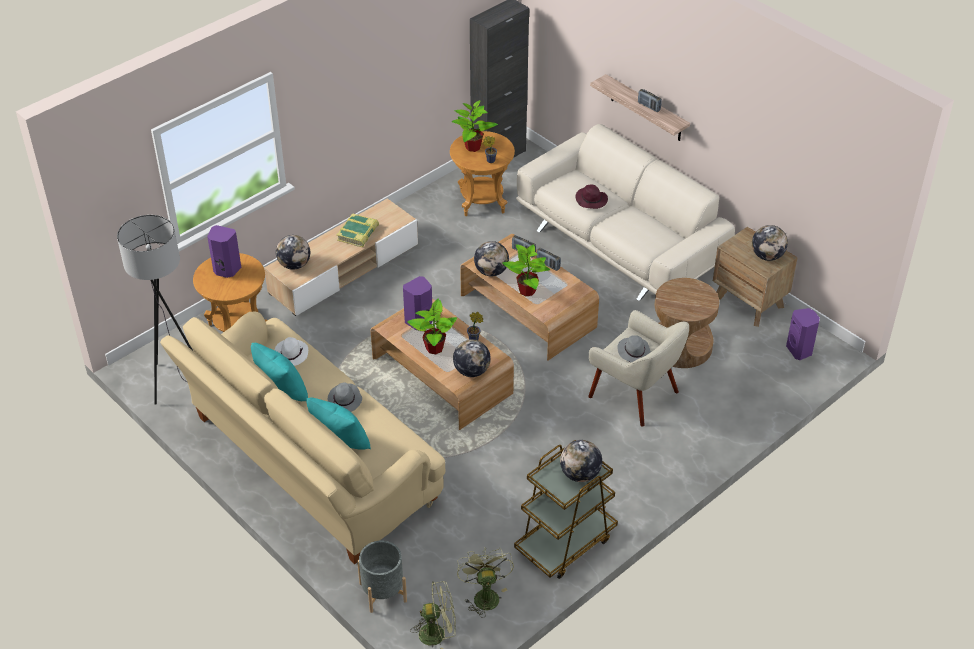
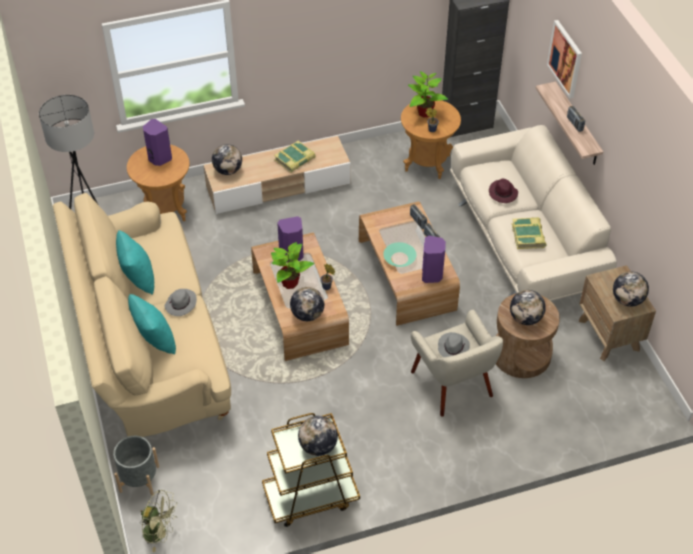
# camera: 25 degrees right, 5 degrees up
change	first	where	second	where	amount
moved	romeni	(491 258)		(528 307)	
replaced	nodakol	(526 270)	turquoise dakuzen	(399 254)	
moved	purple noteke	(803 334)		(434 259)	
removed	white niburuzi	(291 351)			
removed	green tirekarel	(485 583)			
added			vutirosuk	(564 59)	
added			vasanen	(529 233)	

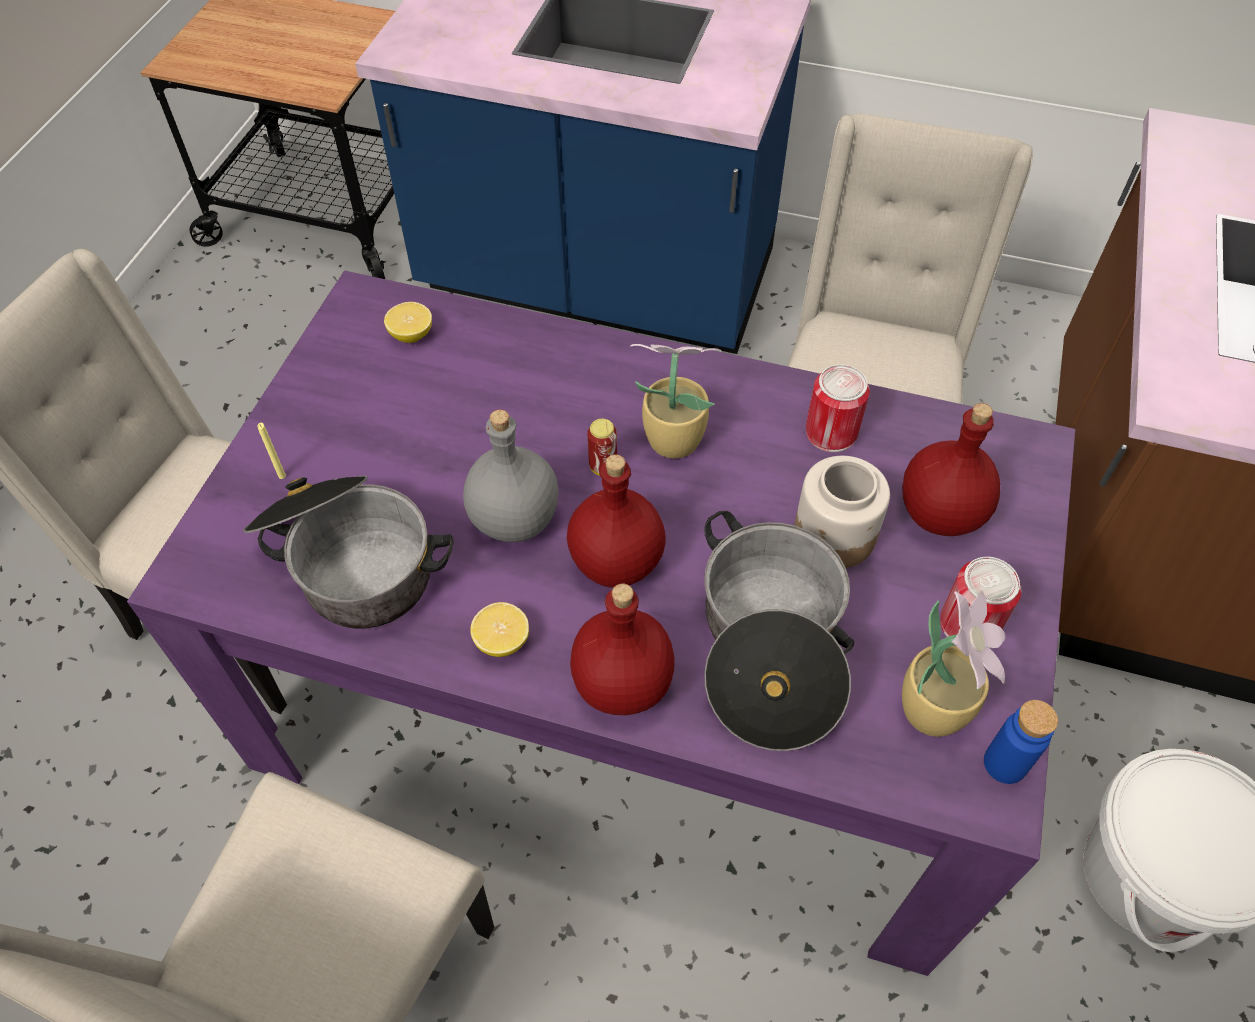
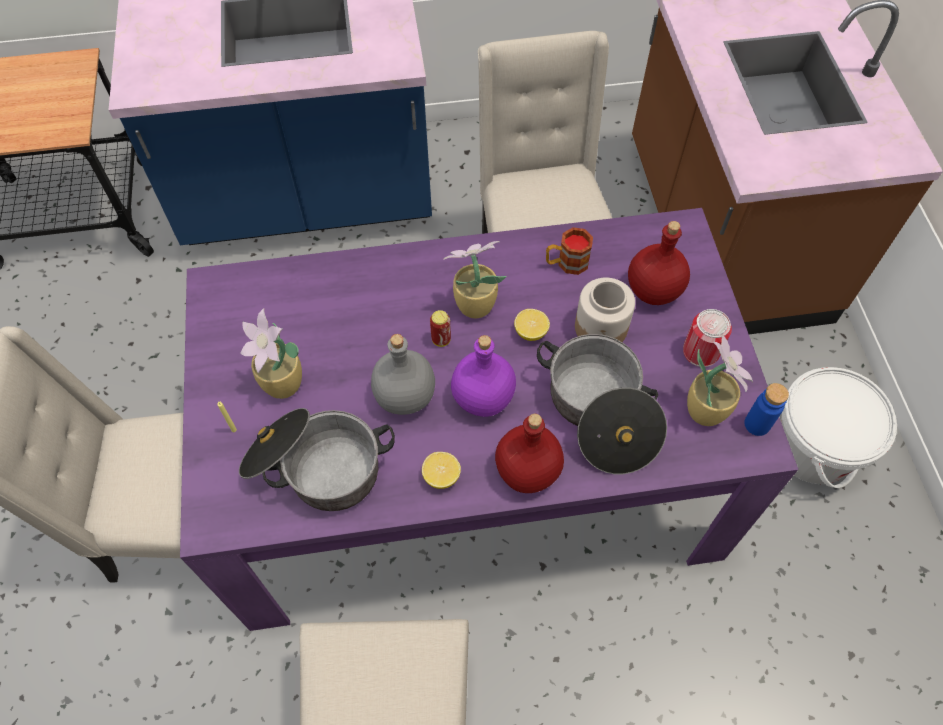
# camera: 25 degrees left, 5 degrees up
change	first	where	second	where	amount
moved	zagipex	(408 322)		(532 325)	
replaced	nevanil	(838 408)	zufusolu	(569 251)	
recoloured	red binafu	(616 521)	purple binafu	(483 376)	
added			nodakol	(271 353)	

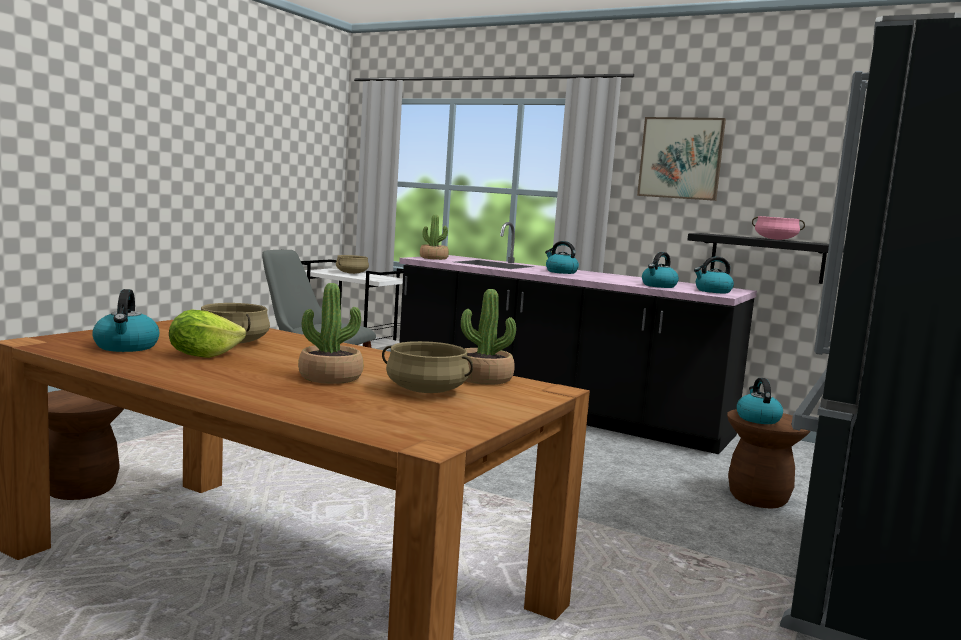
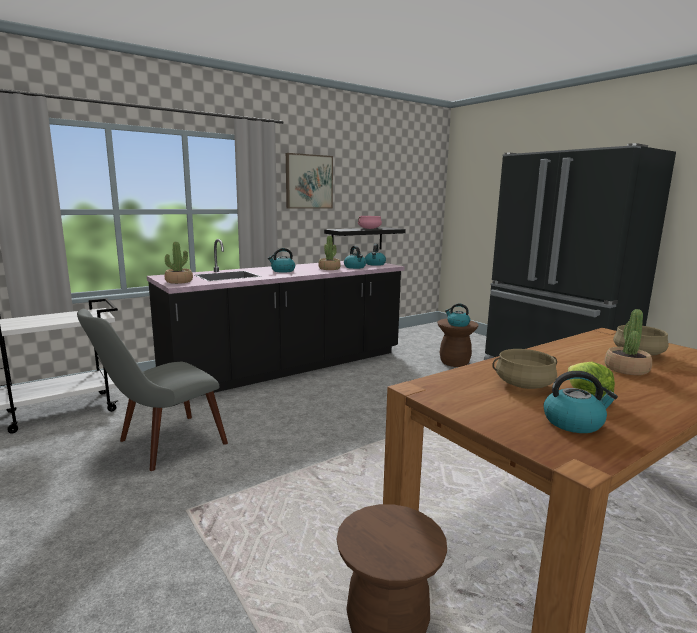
# camera: 65 degrees left, 5 degrees up
change	first	where	second	where	amount
removed	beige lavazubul	(352 264)			
moved	nodakol	(488 337)		(329 252)	

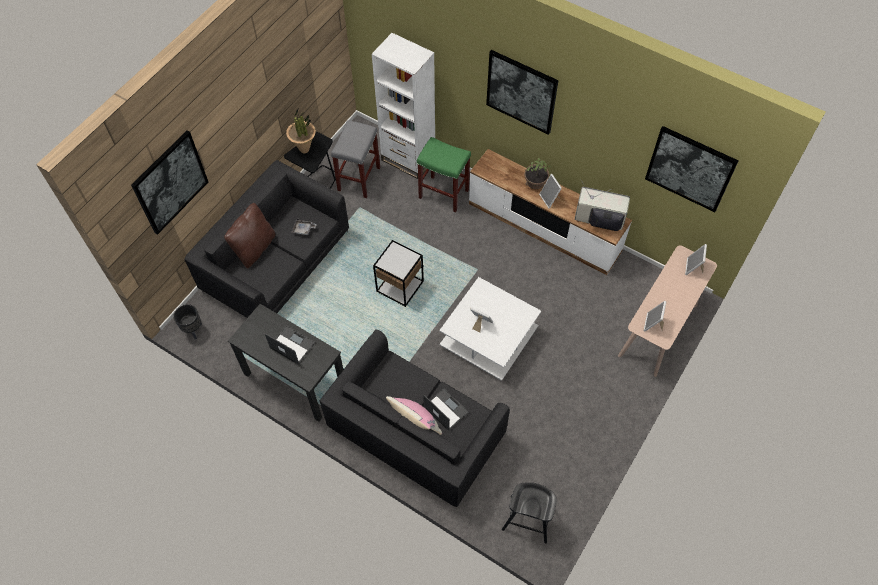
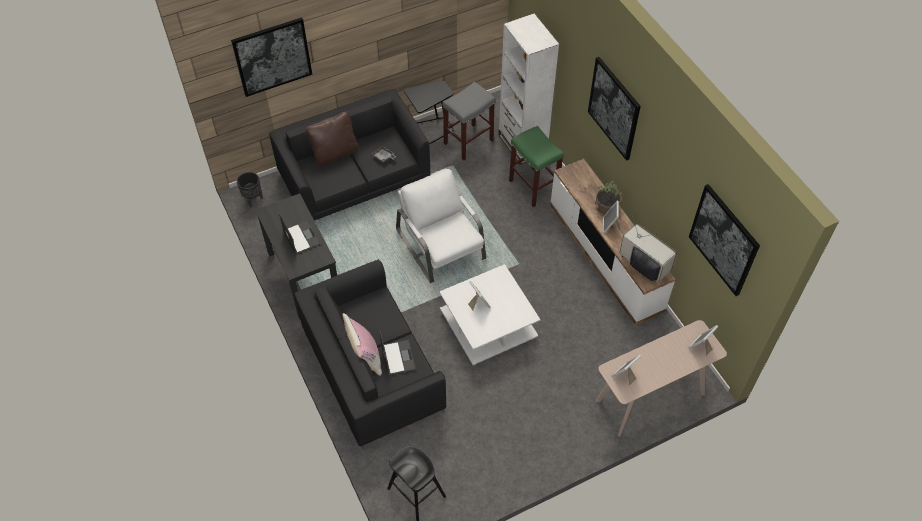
# camera: 30 degrees right, 5 degrees down
change	first	where	second	where	amount
removed	nodakol	(301 130)			
replaced	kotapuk	(398 273)	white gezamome	(441 226)	

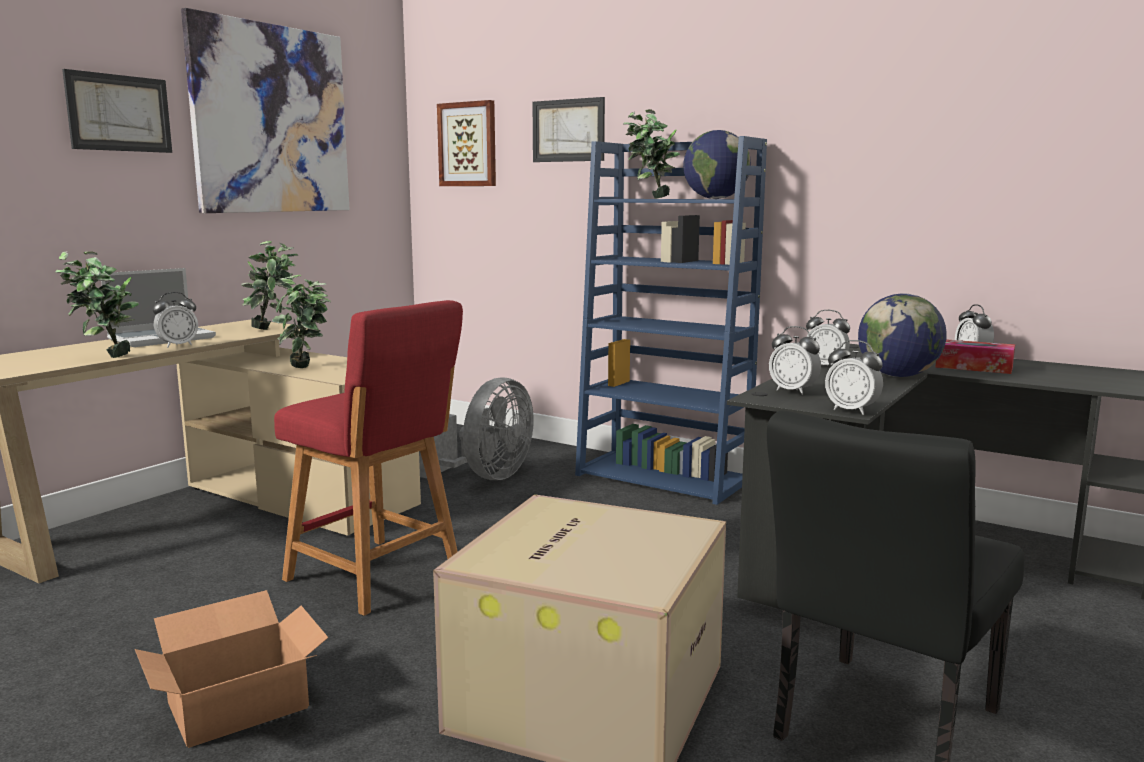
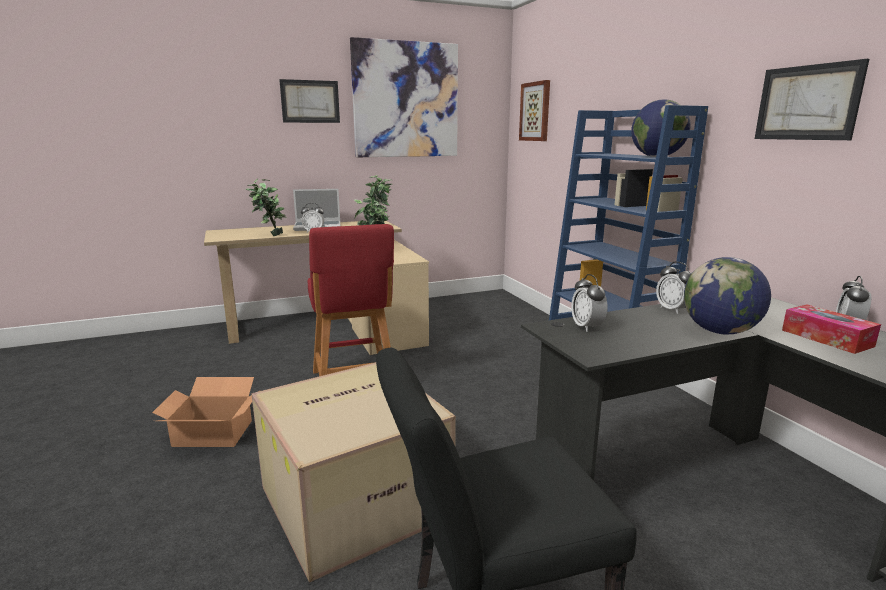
# camera: 35 degrees right, 5 degrees up
change	first	where	second	where	amount
moved	vutirosuk	(569 129)		(812 99)	
removed	nodakol	(652 154)			
removed	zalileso	(854 377)			
removed	grey tirekarel	(476 428)			

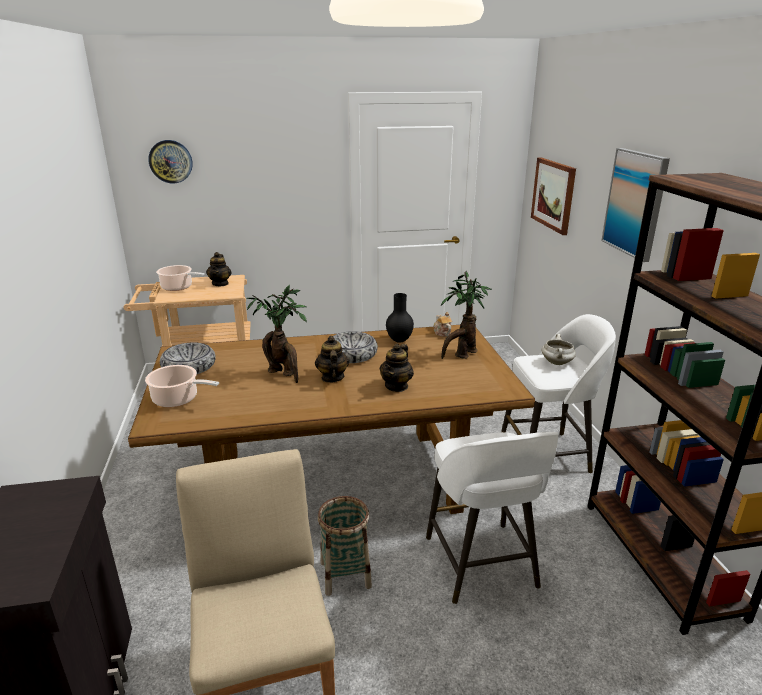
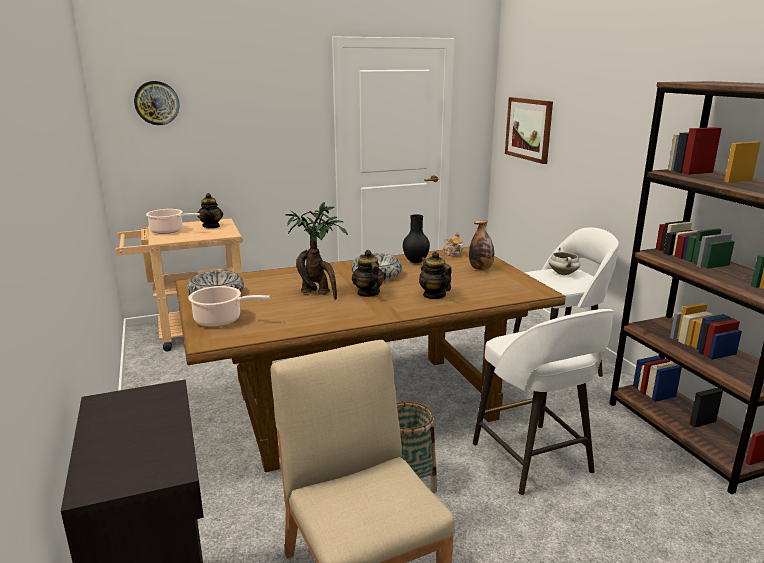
# camera: 10 degrees left, 5 degrees down
change	first	where	second	where	amount
removed	vutirosuk	(635 205)			
replaced	nodakol	(466 315)	binafu	(481 245)	
turned	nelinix	(397 368)		(435 275)	135 degrees clockwise

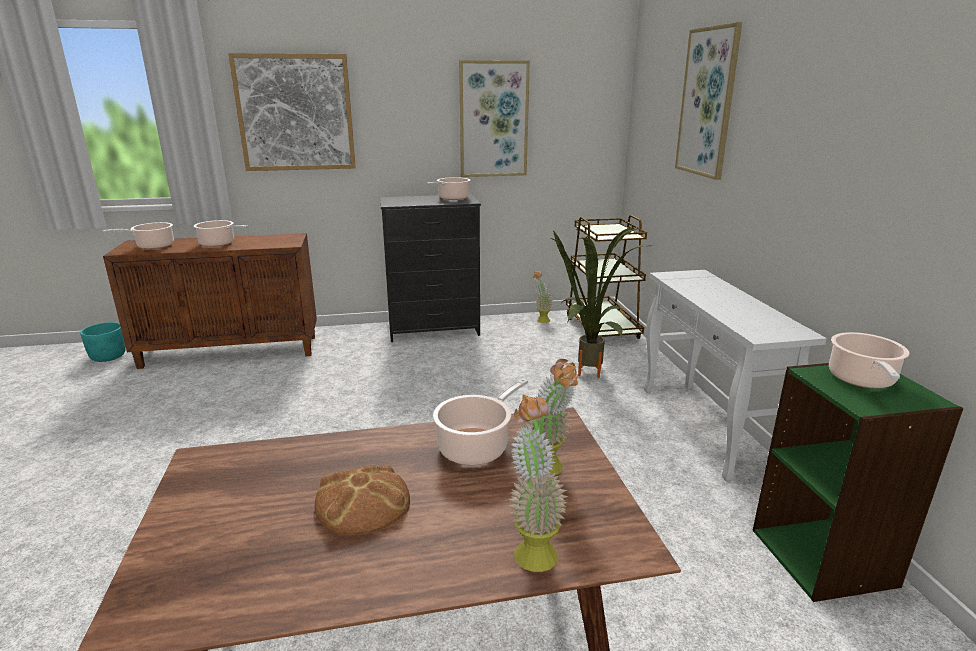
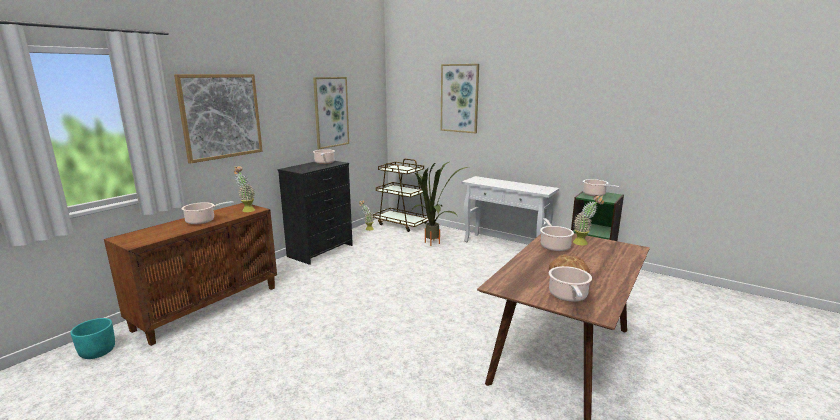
# camera: 45 degrees left, 5 degrees down
change	first	where	second	where	amount
moved	lavazubul	(138 235)		(570 284)	
moved	nodakol	(538 483)		(244 189)	

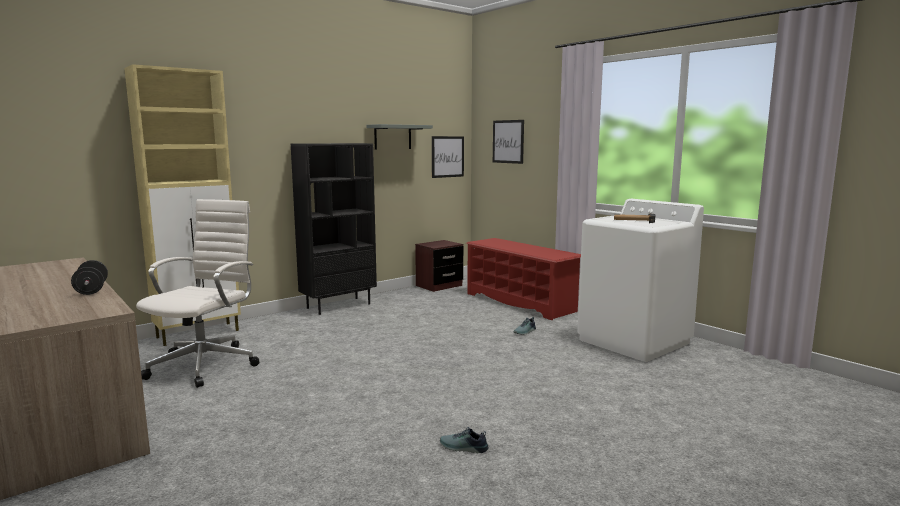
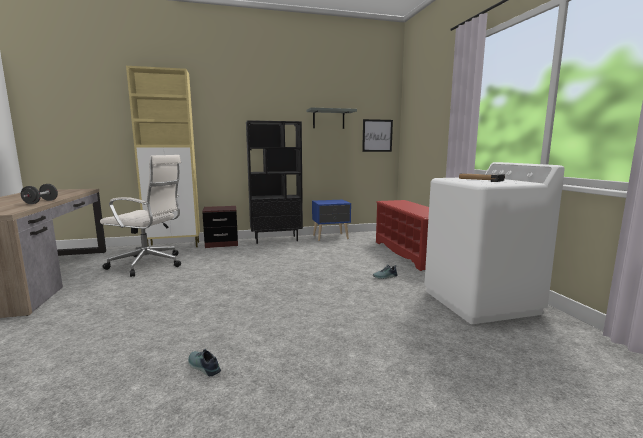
# camera: 25 degrees right, 0 degrees up
change	first	where	second	where	amount
removed	vutirosuk	(508 142)			
turned	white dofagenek	(197 293)		(140 216)	60 degrees clockwise
moved	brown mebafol	(439 266)		(220 227)	
added			blue mebafol	(331 220)	

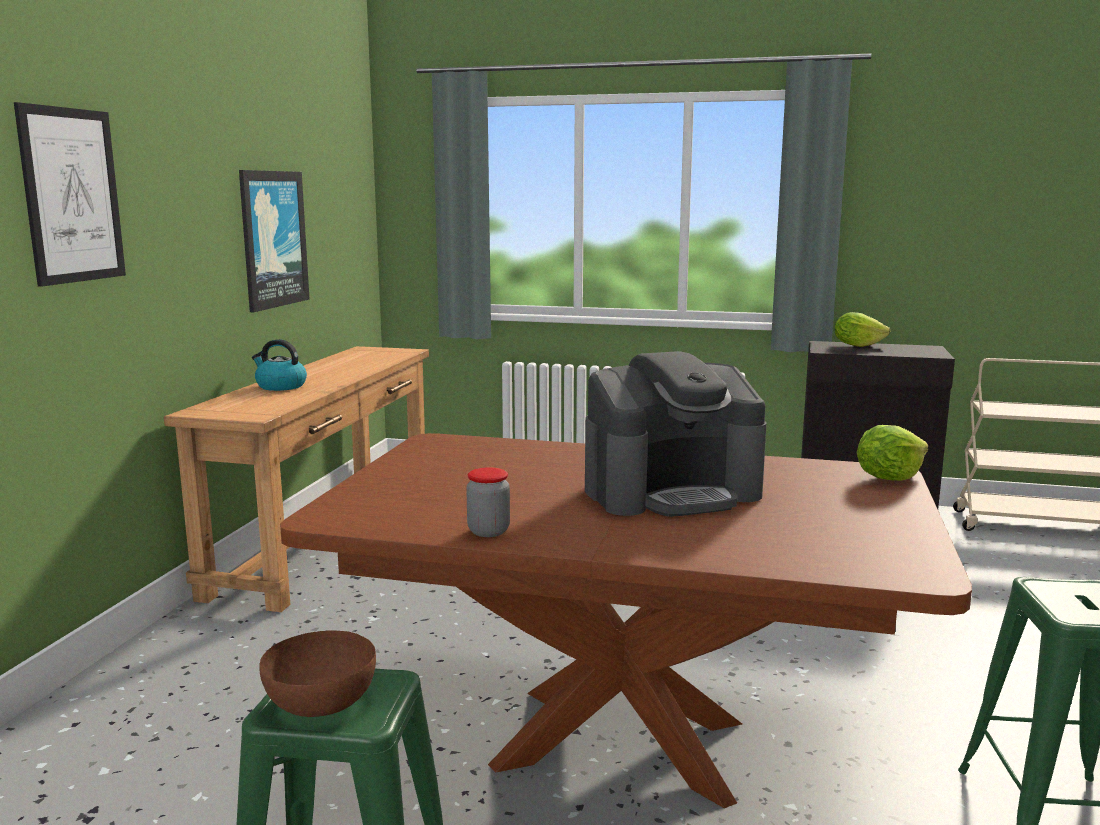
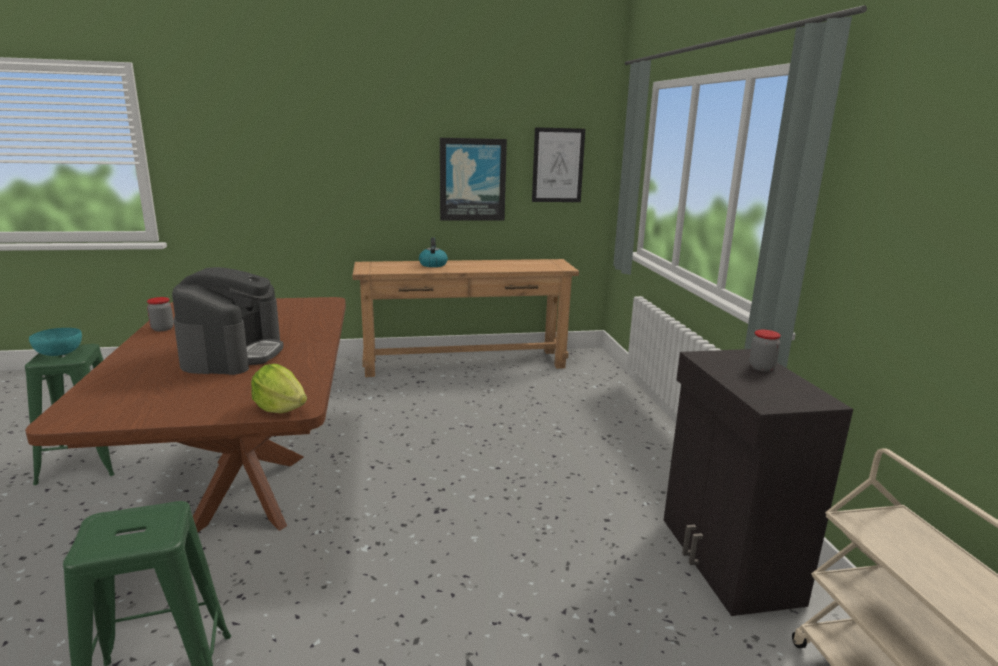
# camera: 65 degrees right, 5 degrees up
change	first	where	second	where	amount
moved	vutirosuk	(70 194)		(558 164)	
replaced	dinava	(862 329)	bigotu	(765 350)	
turned	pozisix	(676 434)		(228 321)	135 degrees counterclockwise
recoloured	brown dakuzen	(317 674)	turquoise dakuzen	(55 342)	

